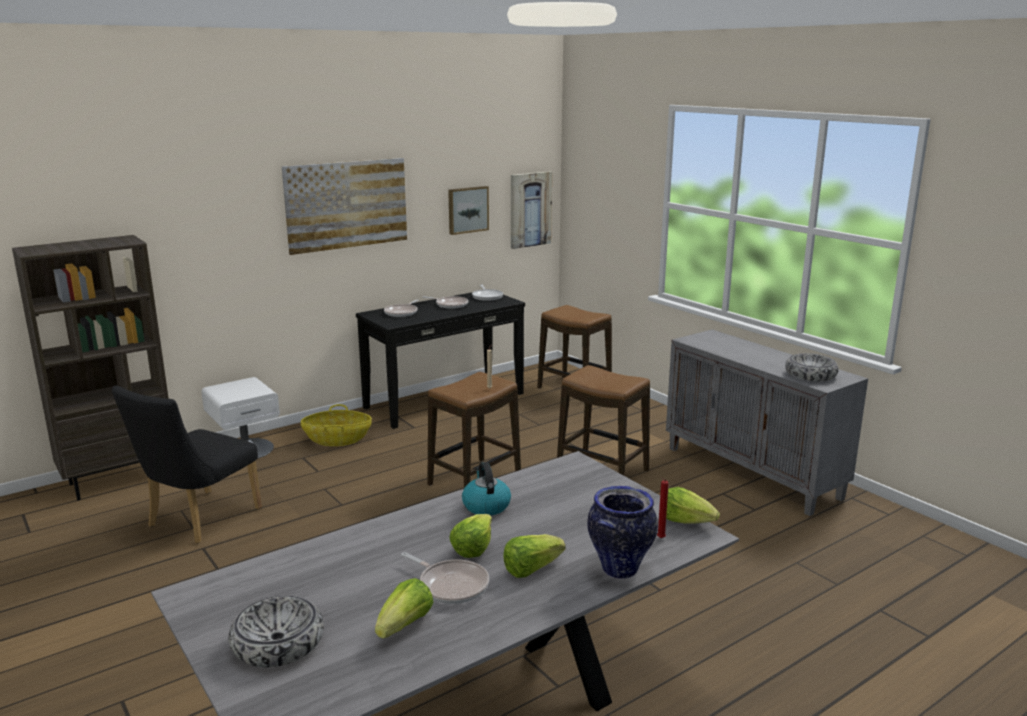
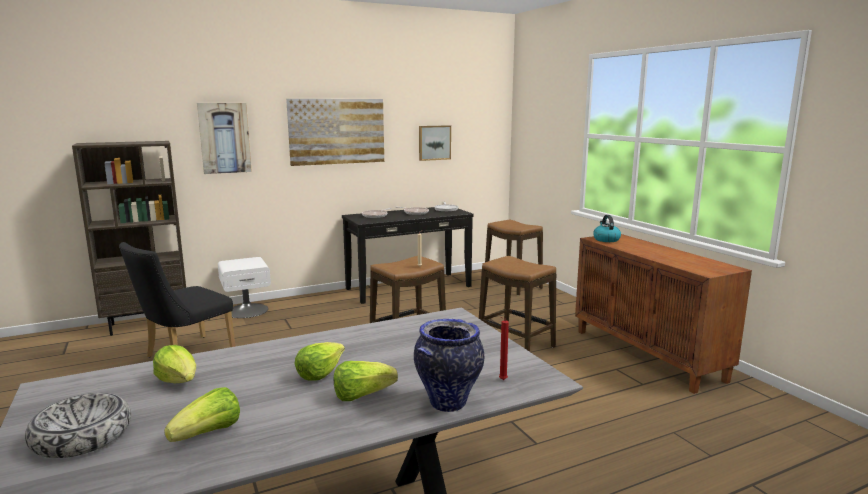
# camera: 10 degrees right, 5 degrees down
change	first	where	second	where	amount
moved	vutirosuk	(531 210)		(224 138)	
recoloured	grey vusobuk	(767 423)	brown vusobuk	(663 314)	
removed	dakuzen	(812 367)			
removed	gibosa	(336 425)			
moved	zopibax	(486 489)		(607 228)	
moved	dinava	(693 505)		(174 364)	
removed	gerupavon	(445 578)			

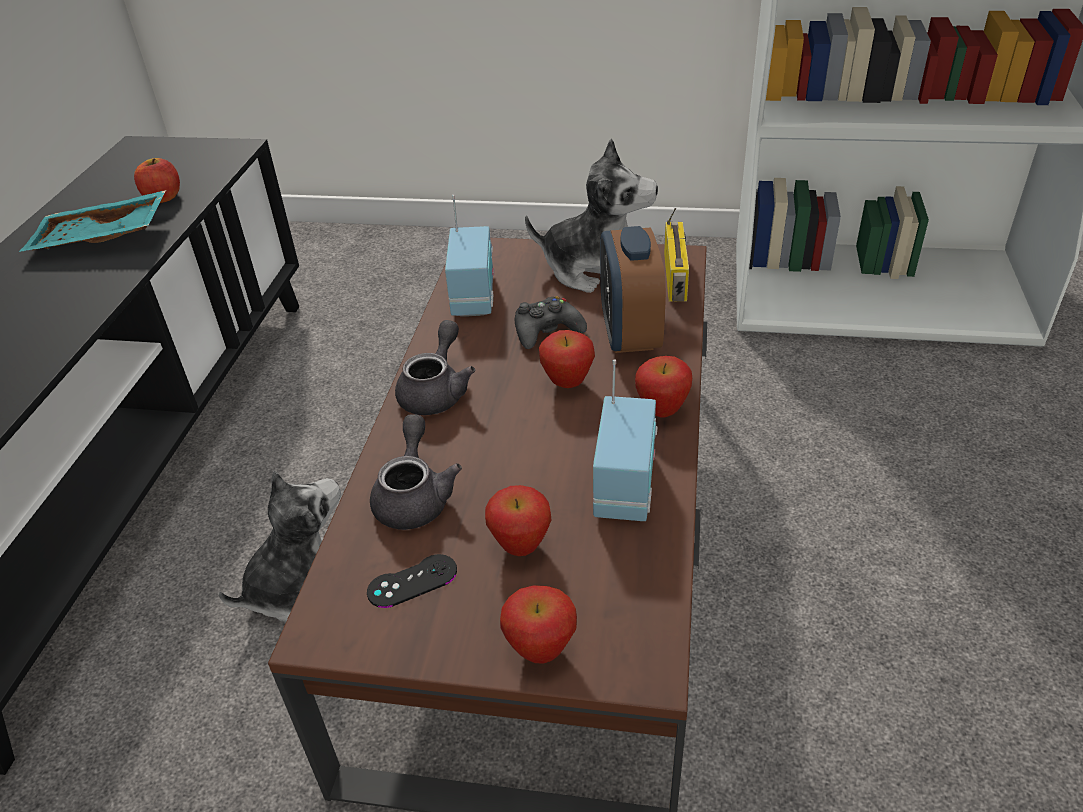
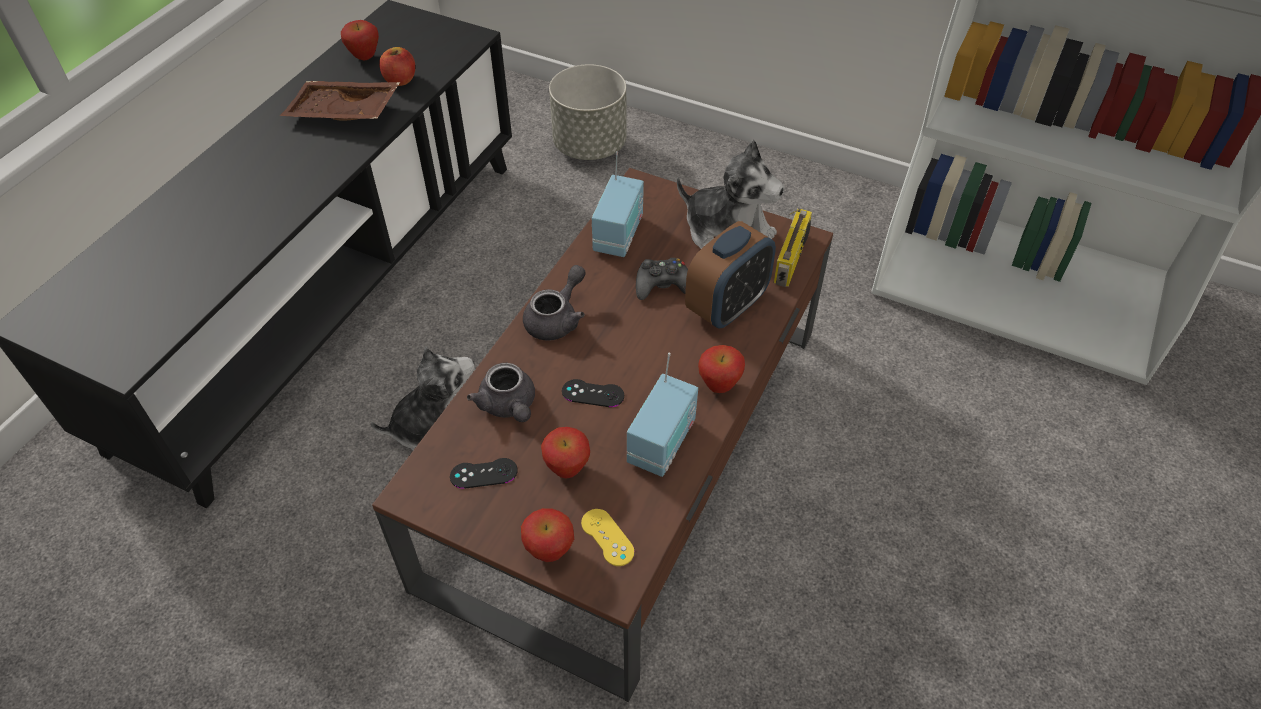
# camera: 15 degrees right, 10 degrees up
change	first	where	second	where	amount
recoloured	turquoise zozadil	(92 221)	brown zozadil	(340 101)	
turned	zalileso	(633 289)		(730 275)	150 degrees counterclockwise
moved	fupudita	(567 359)		(360 40)	
turned	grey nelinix	(416 472)		(501 392)	135 degrees clockwise
added			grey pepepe	(588 112)	
added			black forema	(593 393)	
added			yellow forema	(608 537)	

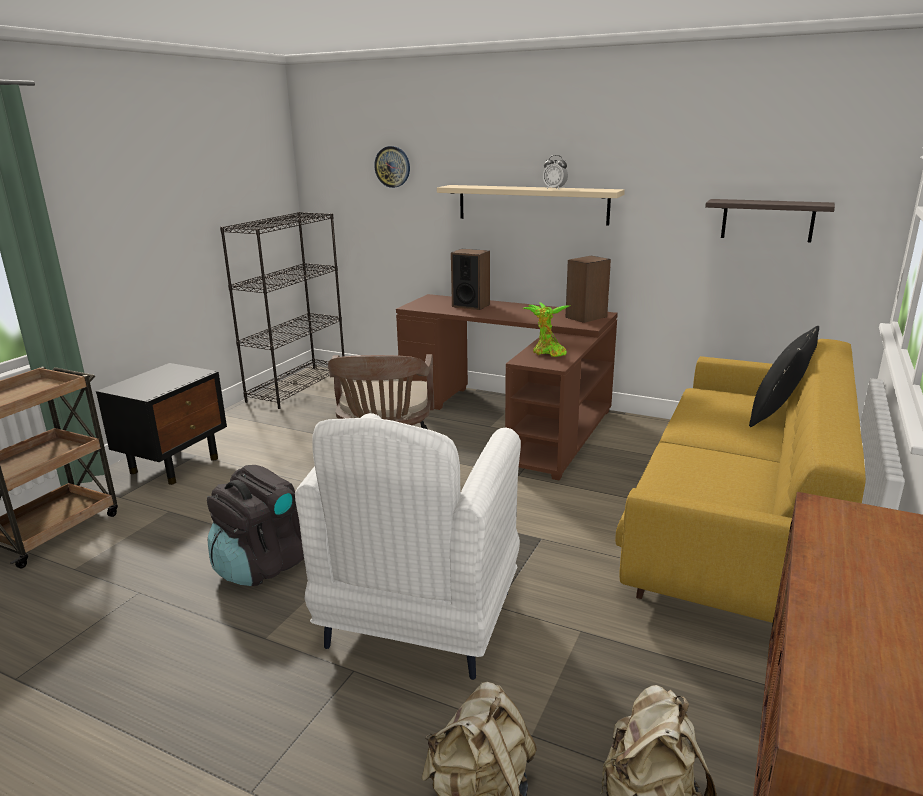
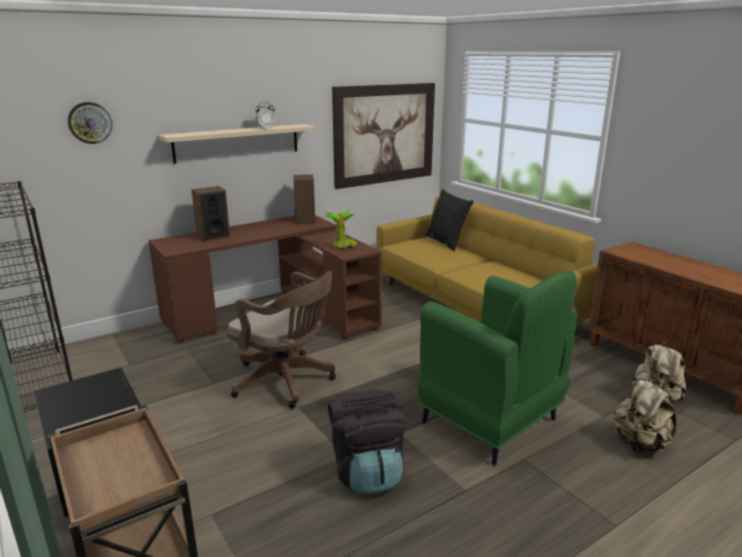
# camera: 60 degrees left, 0 degrees up
change	first	where	second	where	amount
replaced	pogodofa	(770 220)	vutirosuk	(383 136)	
recoloured	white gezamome	(408 546)	green gezamome	(497 368)	

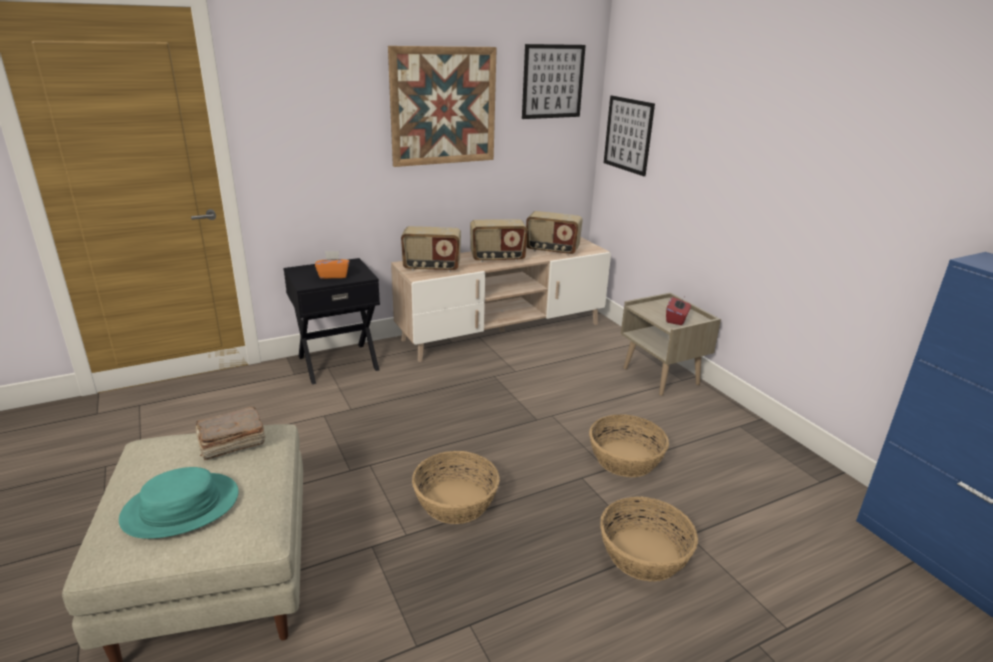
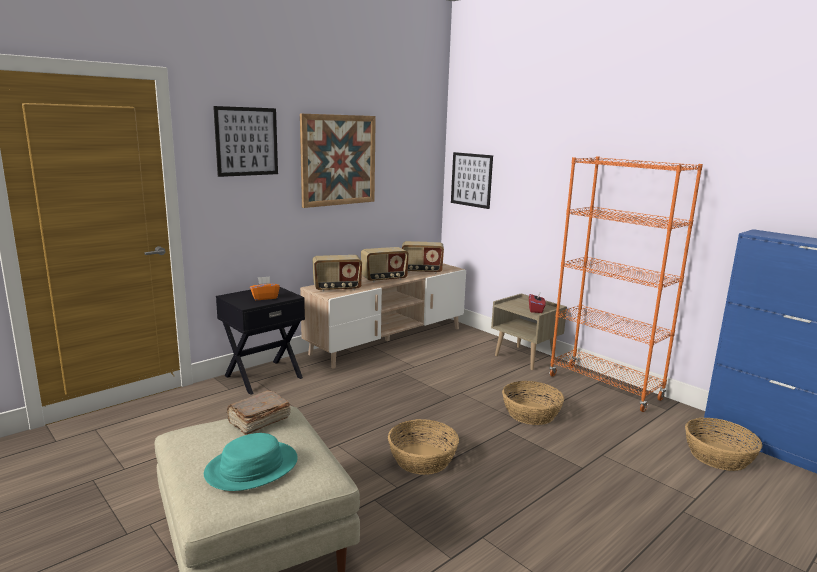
# camera: 15 degrees left, 10 degrees down
change	first	where	second	where	amount
moved	vutirosuk	(554 81)		(245 141)	
moved	gibosa	(649 539)		(723 444)	
added			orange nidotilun	(626 284)	

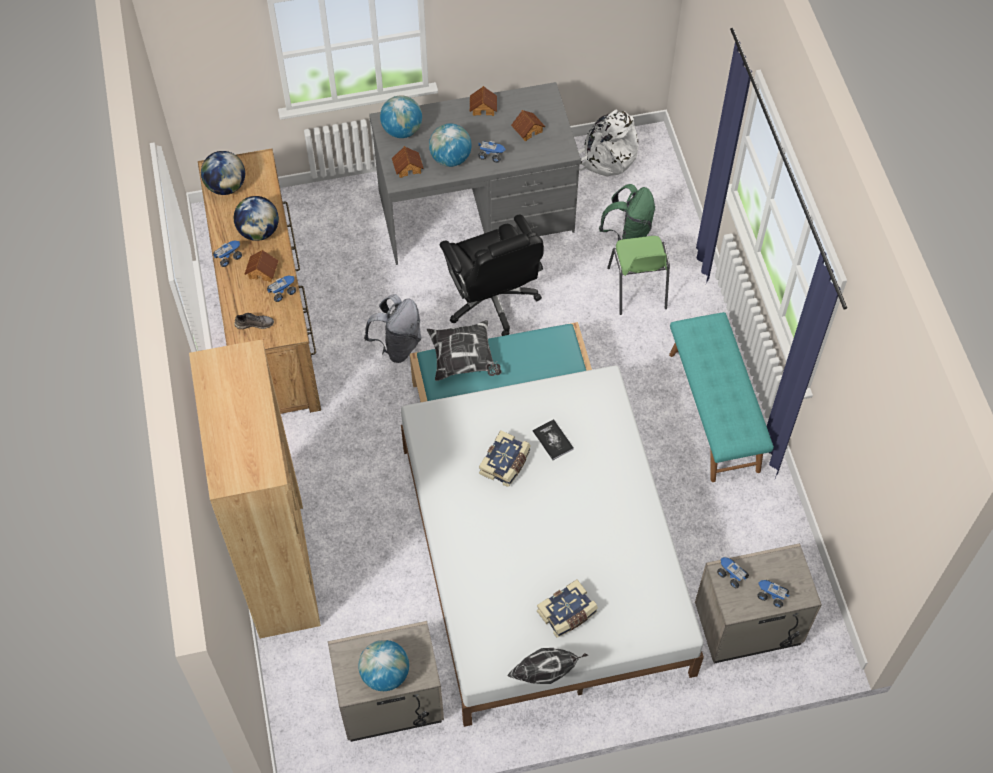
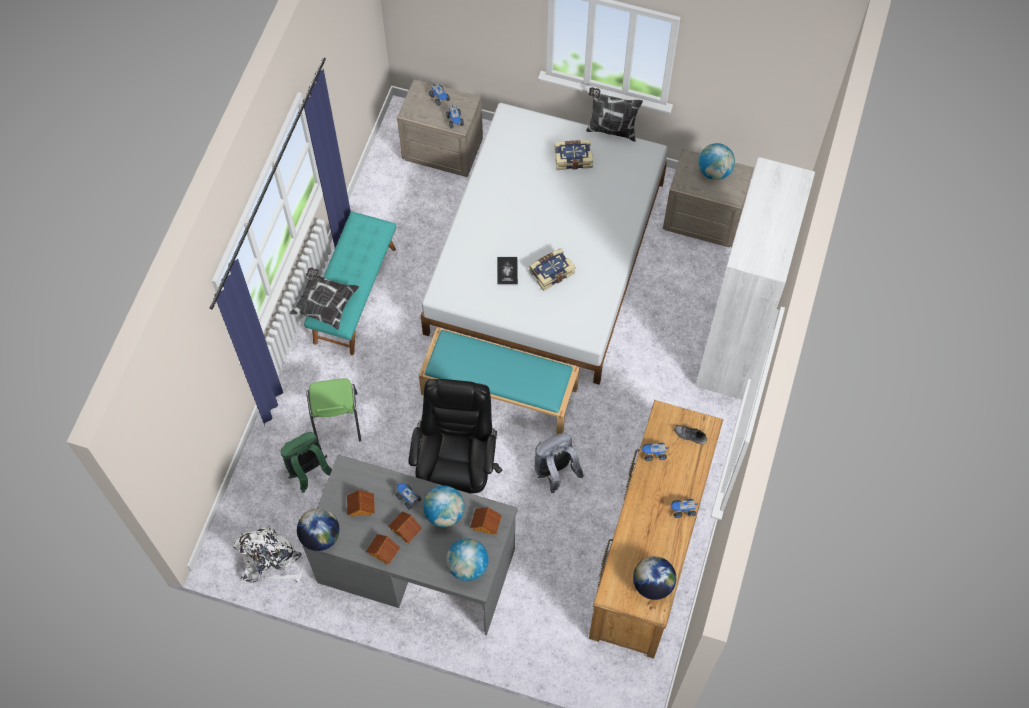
# camera: 150 degrees left, 5 degrees up
change	first	where	second	where	amount
moved	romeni	(256 218)		(318 529)	
turned	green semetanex	(638 275)		(333 410)	150 degrees clockwise
moved	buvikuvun	(261 266)		(405 527)	
moved	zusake	(464 350)		(324 299)	
recoloured	brown nidotilun	(255 489)	white nidotilun	(755 278)	

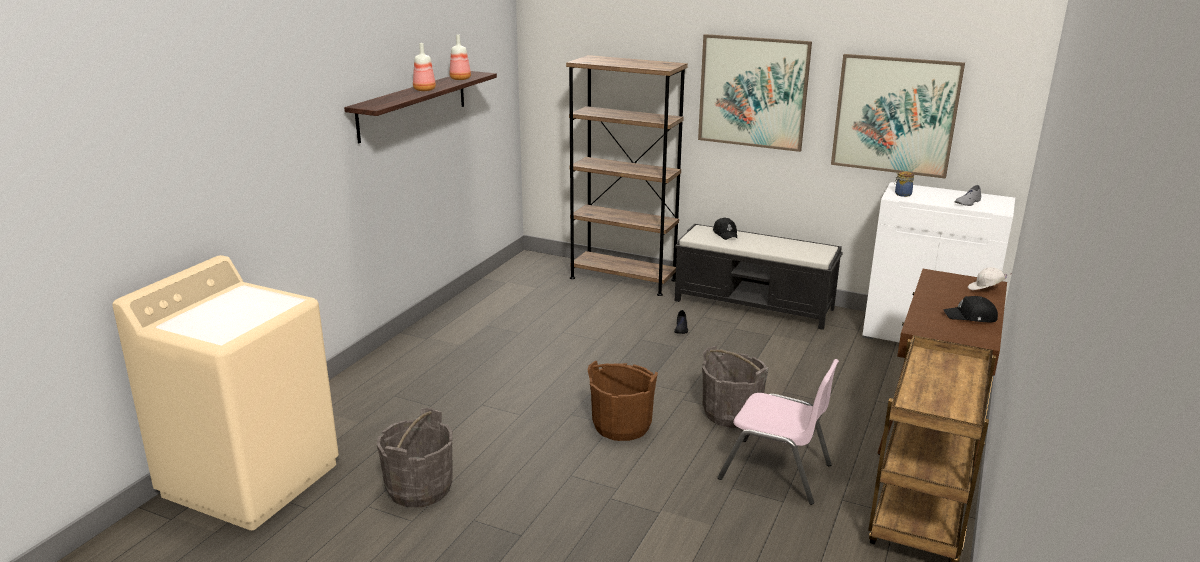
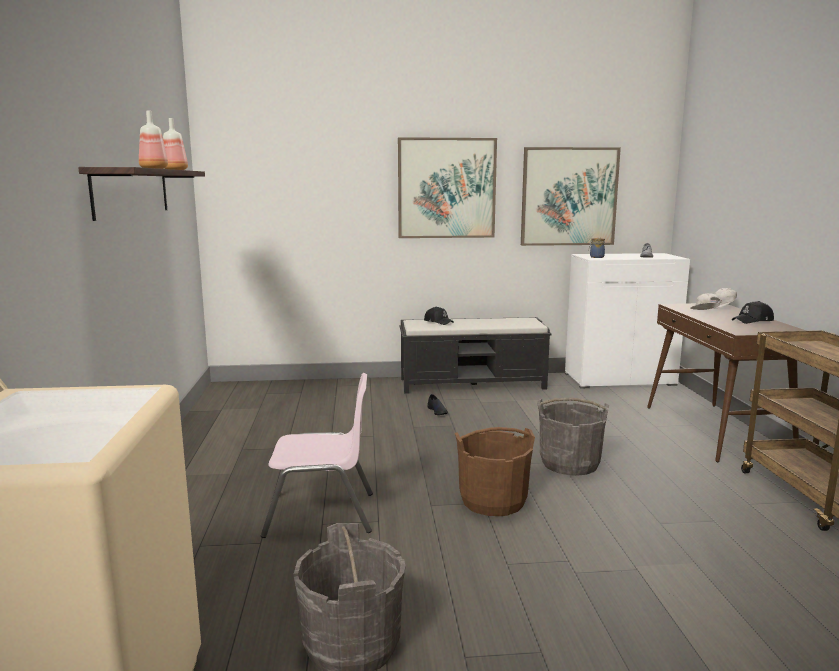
# camera: 30 degrees left, 10 degrees down
change	first	where	second	where	amount
removed	brown nidotilun	(627 175)			
moved	pink semetanex	(778 432)		(317 455)	
added			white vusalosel	(706 301)	

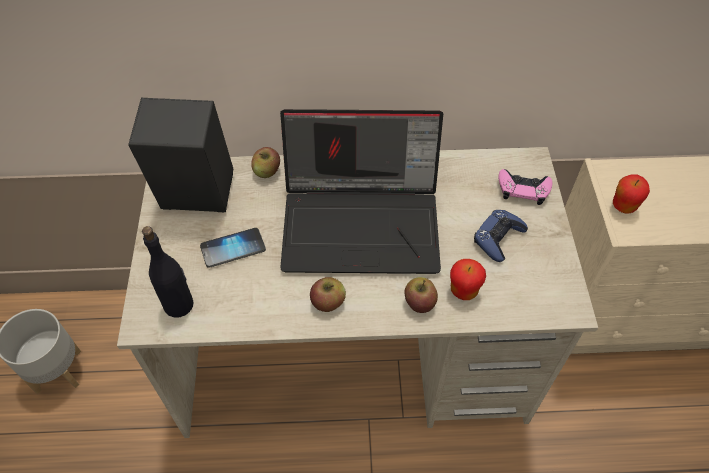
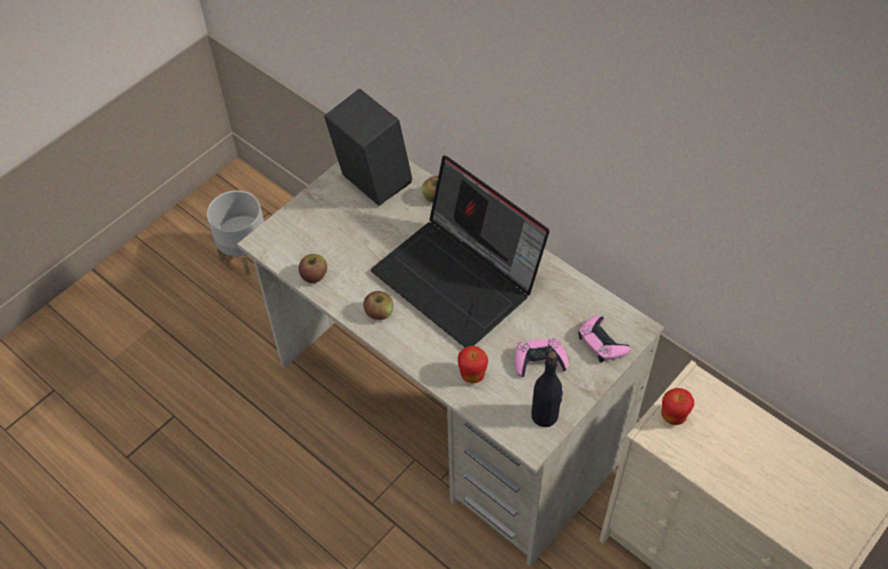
# camera: 45 degrees right, 0 degrees up
change	first	where	second	where	amount
recoloured	blue forema	(501 236)	pink forema	(542 357)	
moved	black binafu	(167 271)		(547 389)	
removed	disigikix	(233 248)			
moved	fupudita	(421 295)		(313 268)	

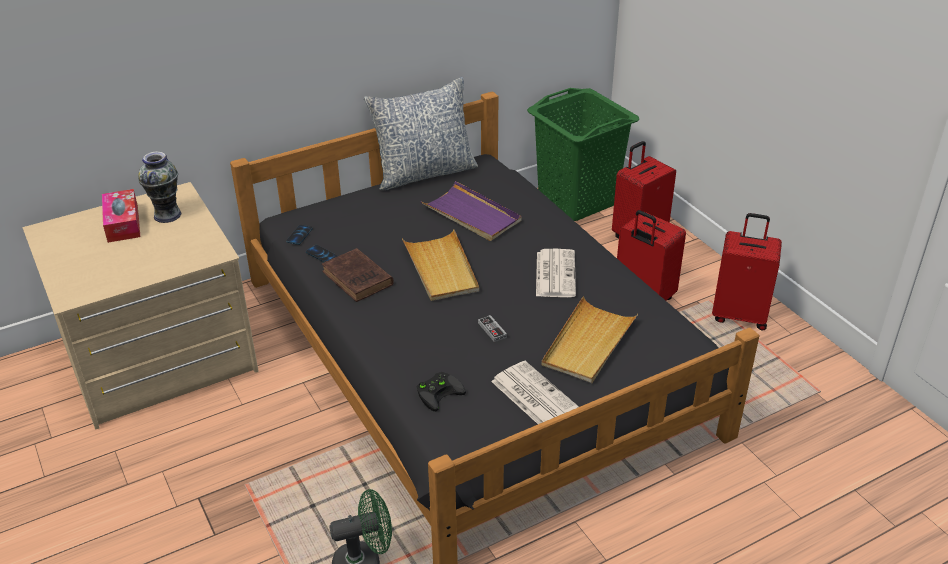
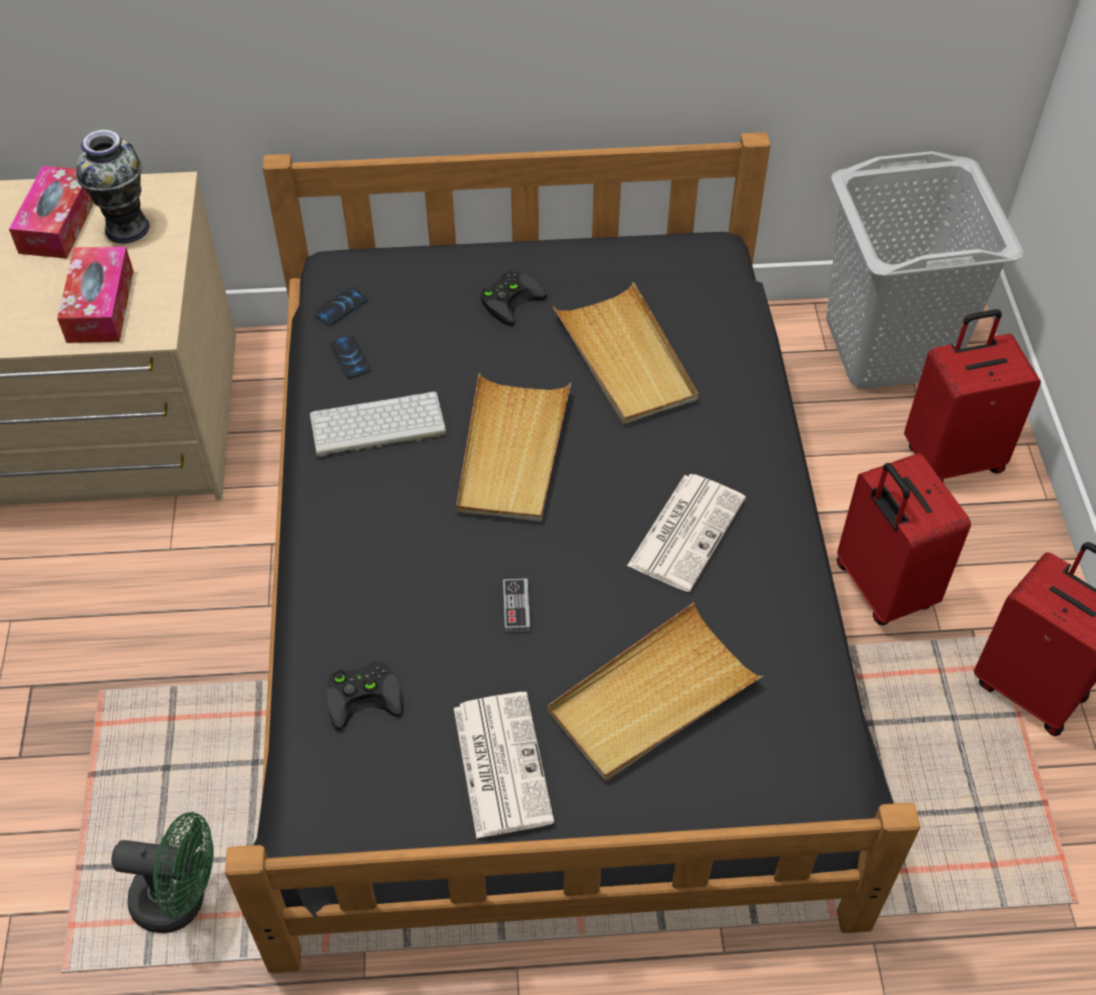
# camera: 25 degrees right, 15 degrees up
change	first	where	second	where	amount
removed	zusake	(421 133)			
recoloured	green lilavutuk	(583 154)	grey lilavutuk	(924 270)	
recoloured	purple zozadil	(471 211)	beige zozadil	(625 353)	
replaced	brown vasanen	(358 275)	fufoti	(377 424)	
added			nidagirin	(95 294)	
added			black forema	(513 298)	

